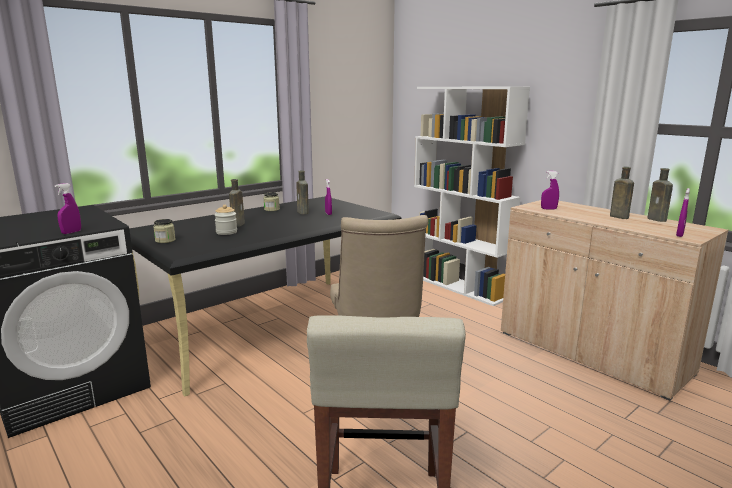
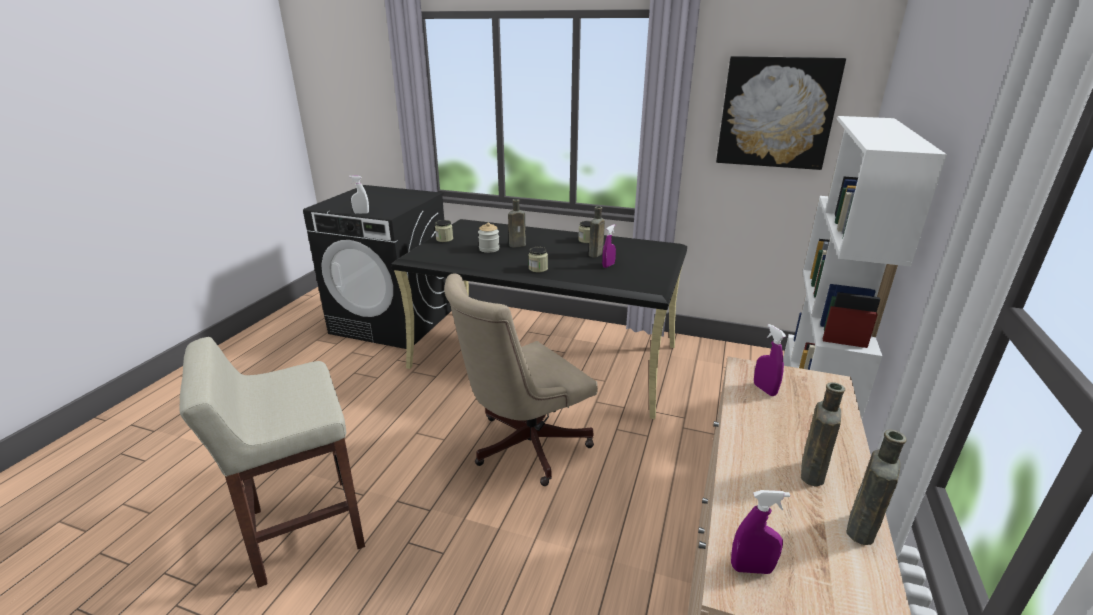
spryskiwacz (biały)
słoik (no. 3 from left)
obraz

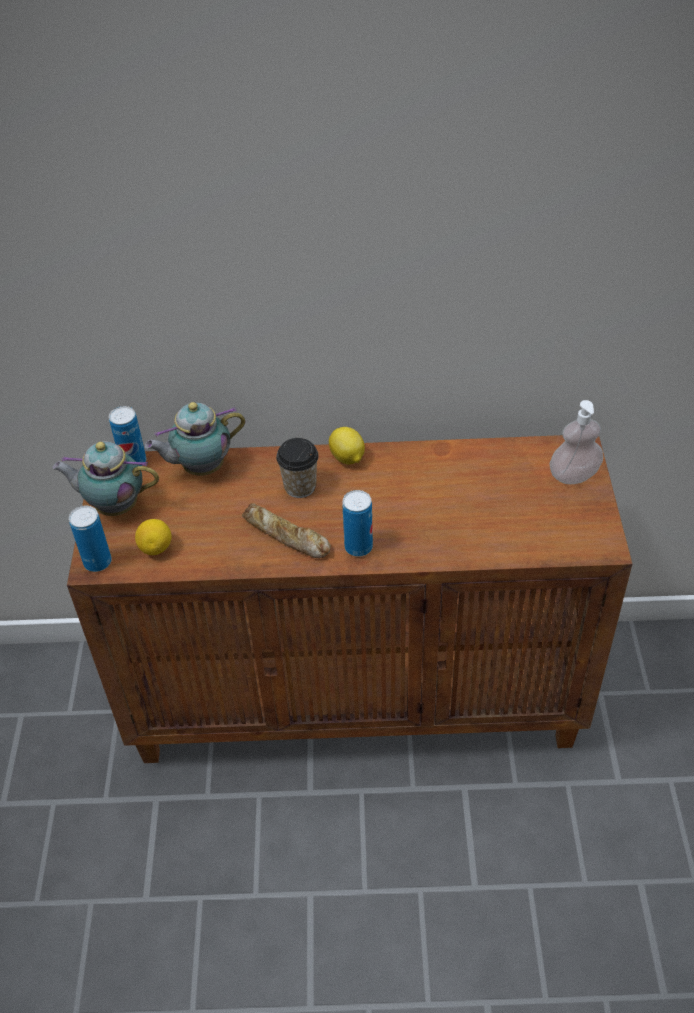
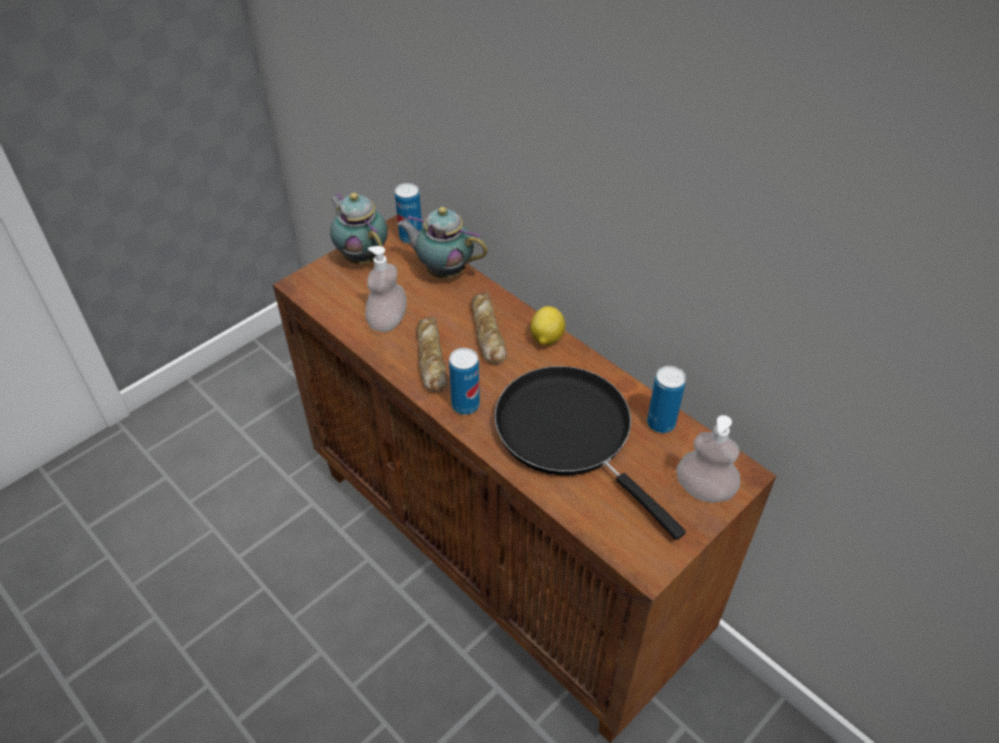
dozownik mydła (no. 1 from left)
chleb (no. 2 from left)
patelnia (czarny)
puszka (no. 3 from left)
cytryna (no. 1 from left in the first image)

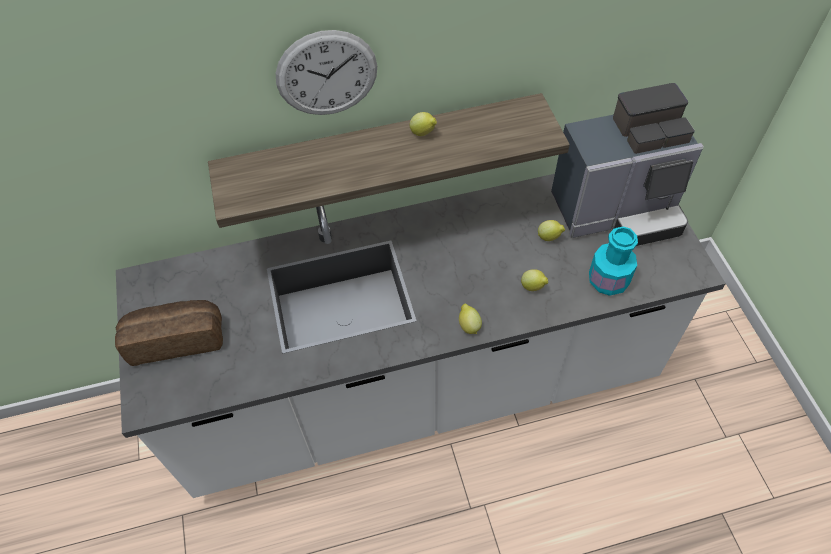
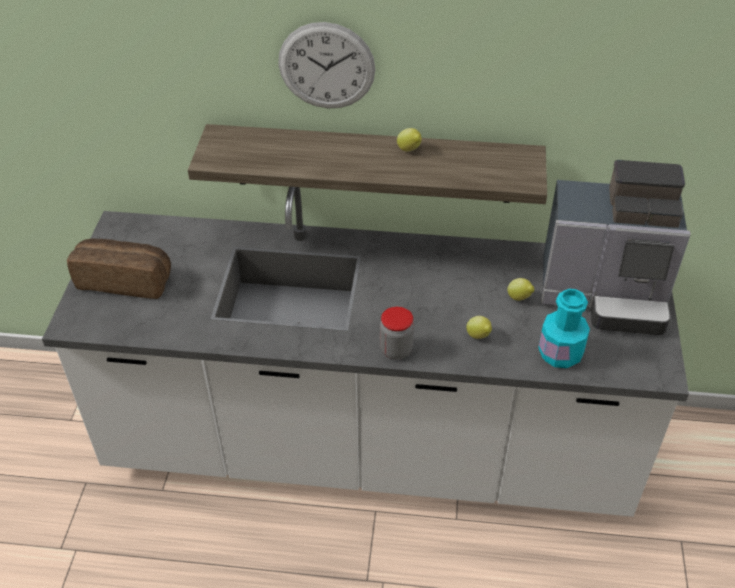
słoik

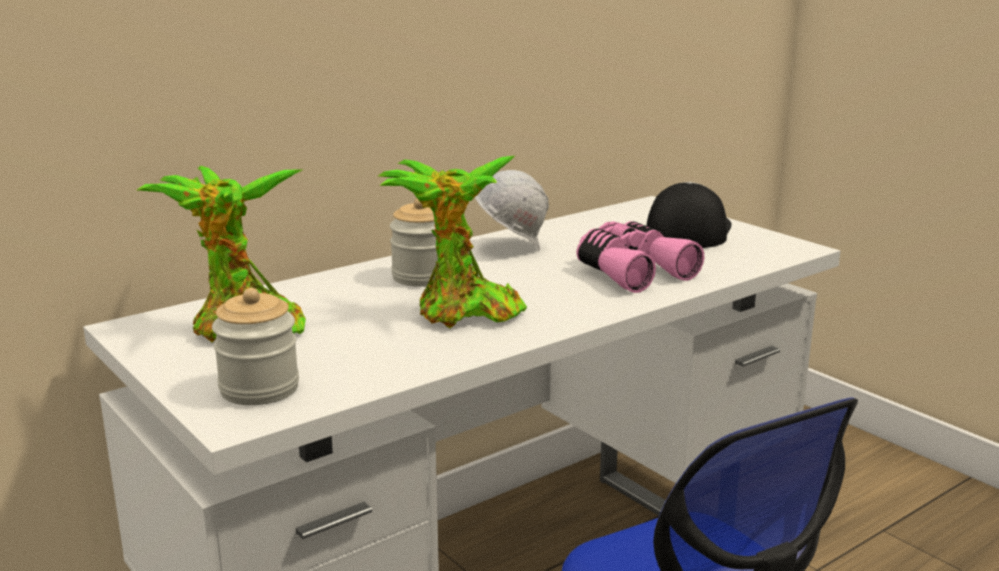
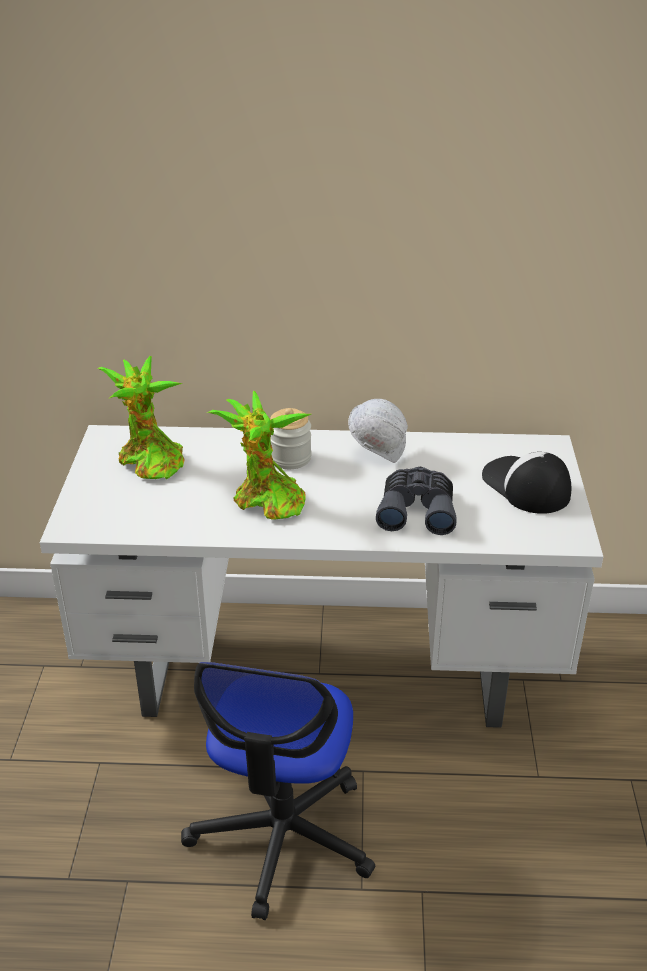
lornetka (szary)
czapka z daszkiem
słoik (no. 1 from left in the first image)

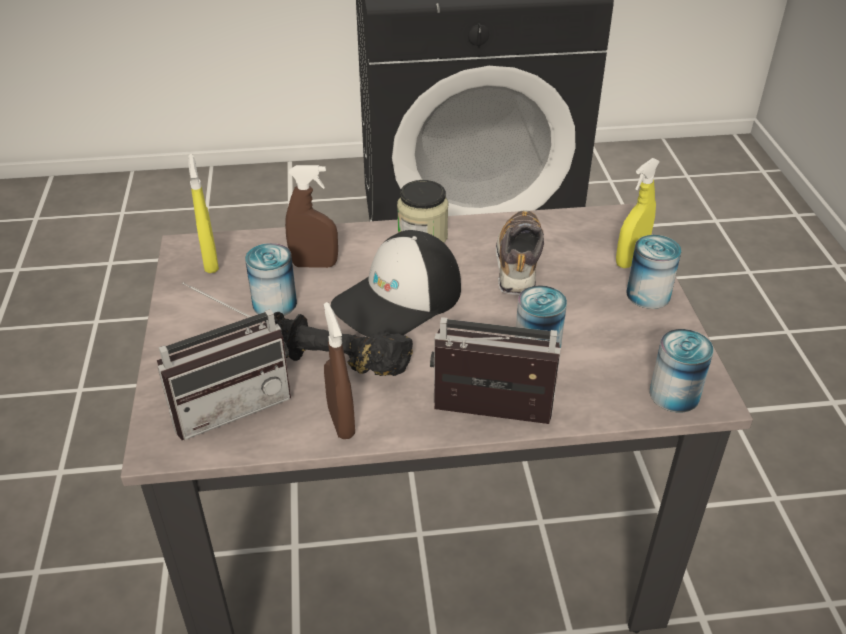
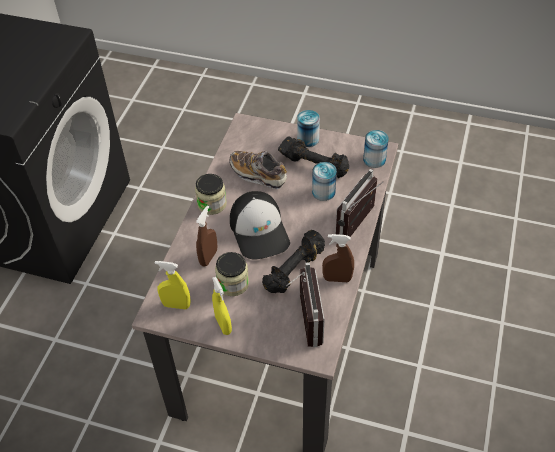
spryskiwacz (żółty) (no. 2 from left)
słoik (no. 2 from left)
hantel (czarny) (no. 2 from left)

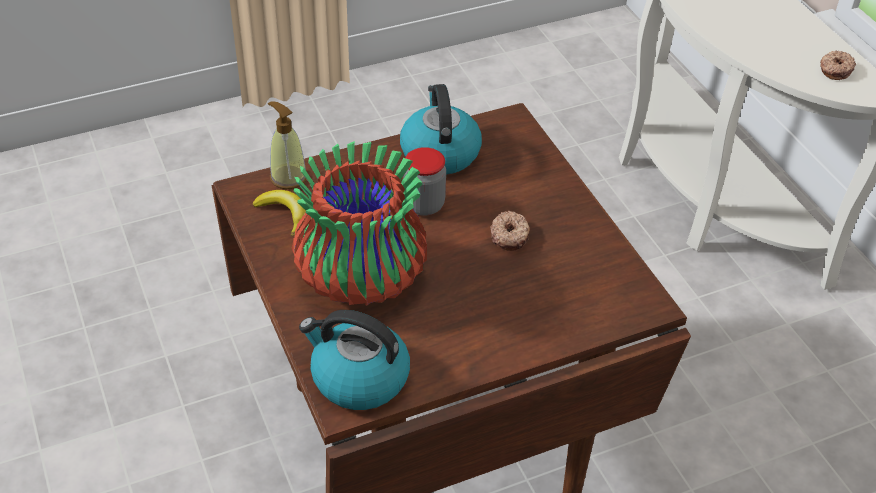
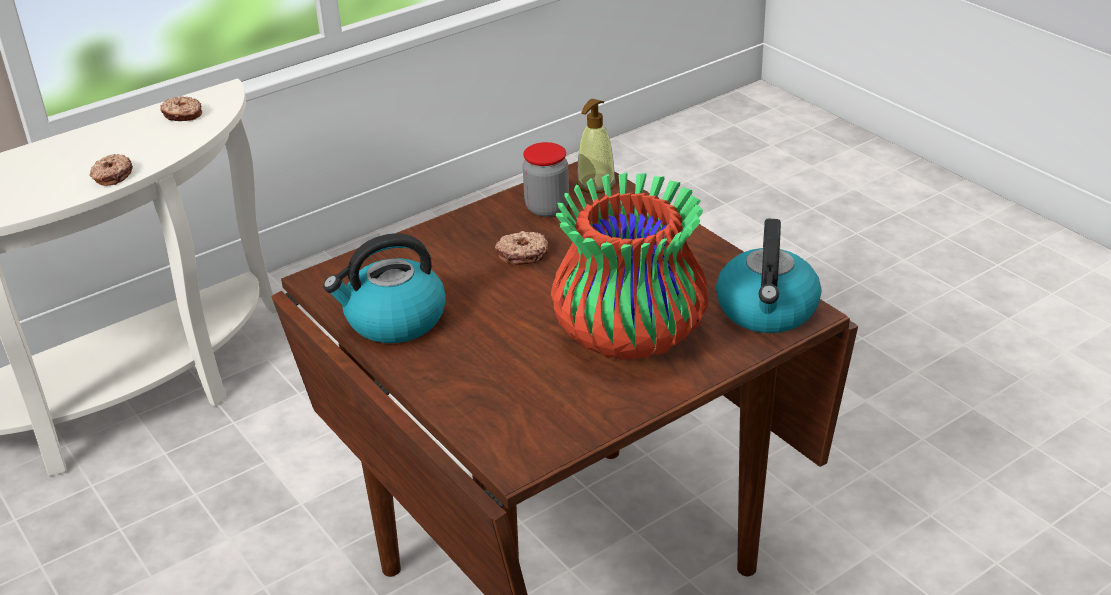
donut (no. 1 from left)
słoik
dozownik mydła
banan

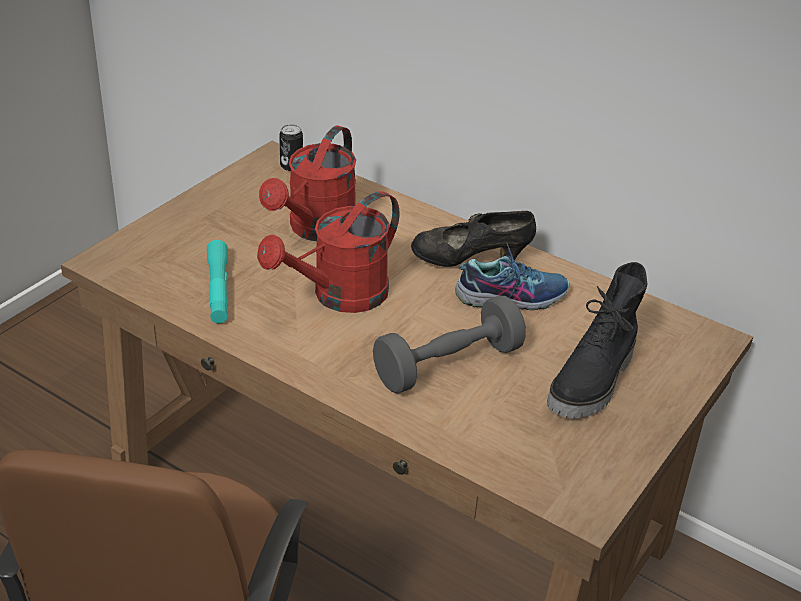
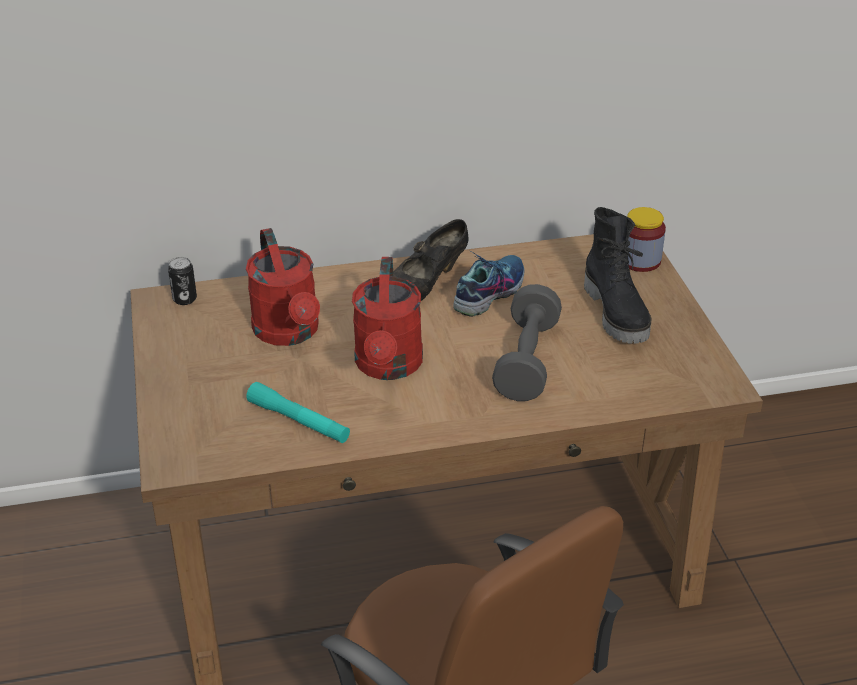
słoik

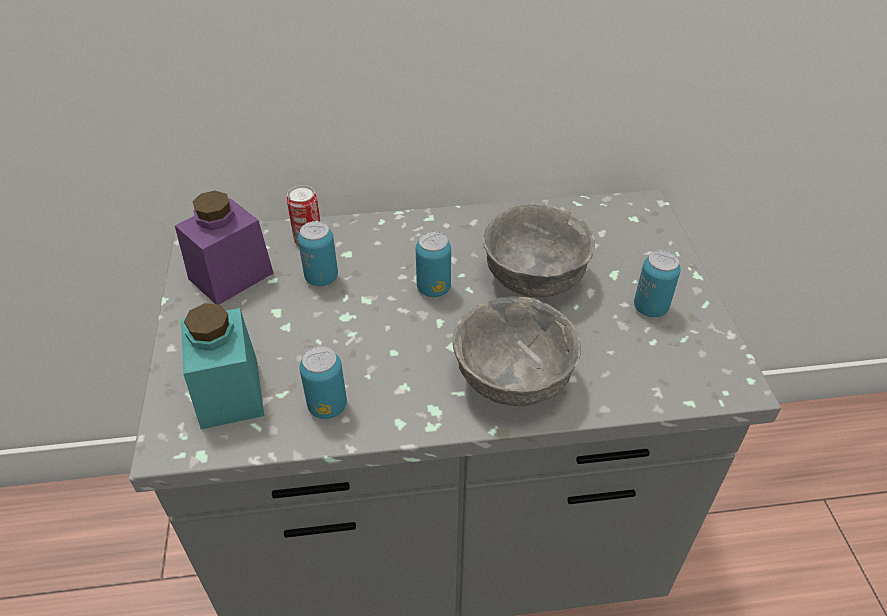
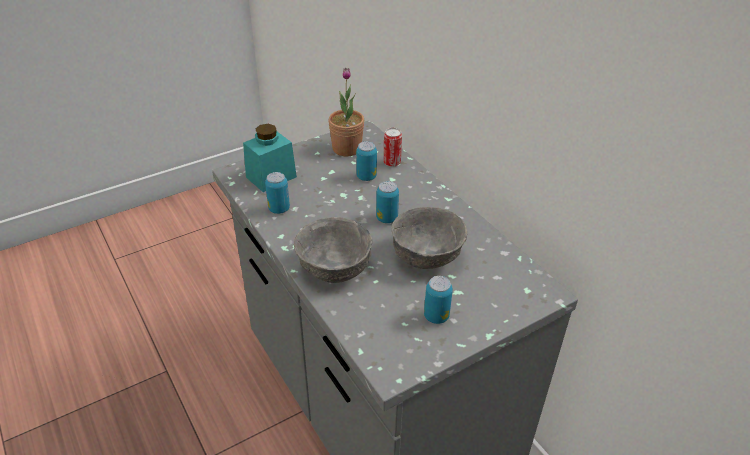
roślina doniczkowa

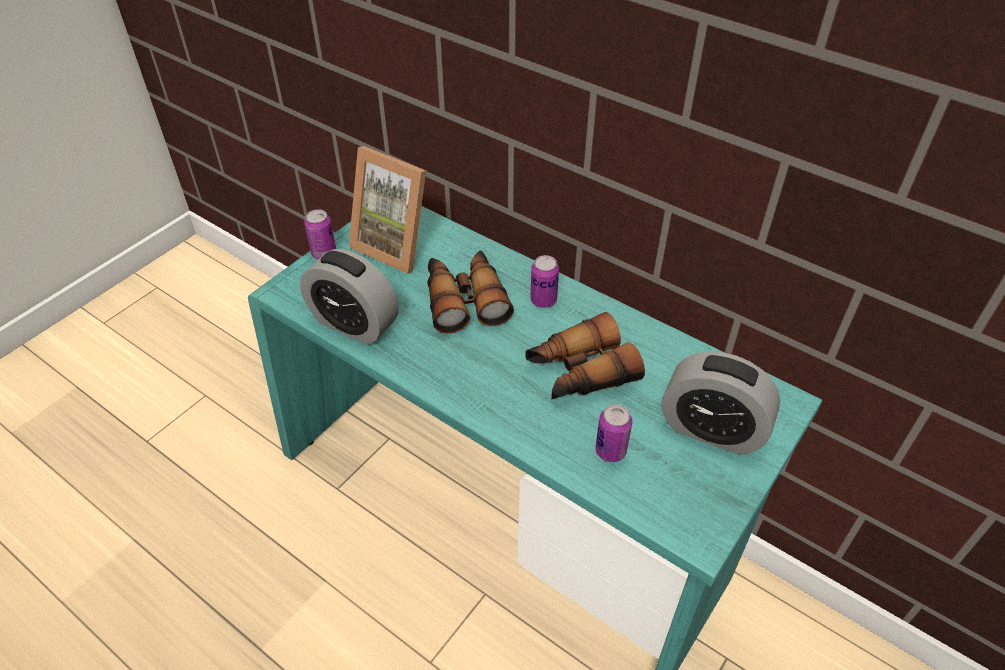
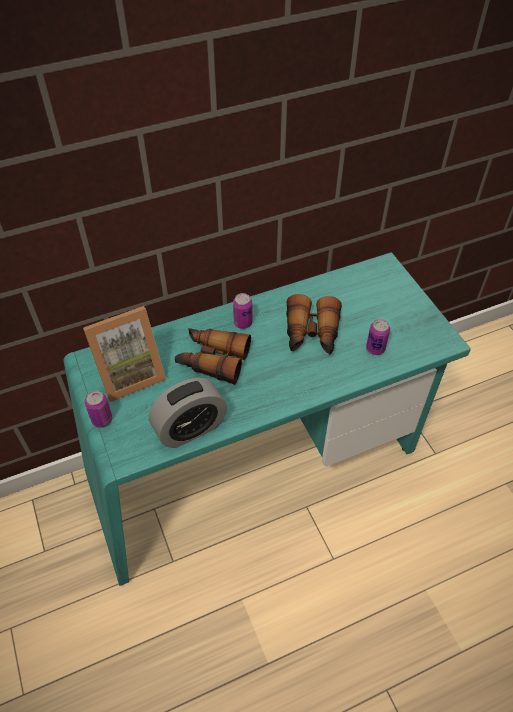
budzik (no. 2 from left in the first image)

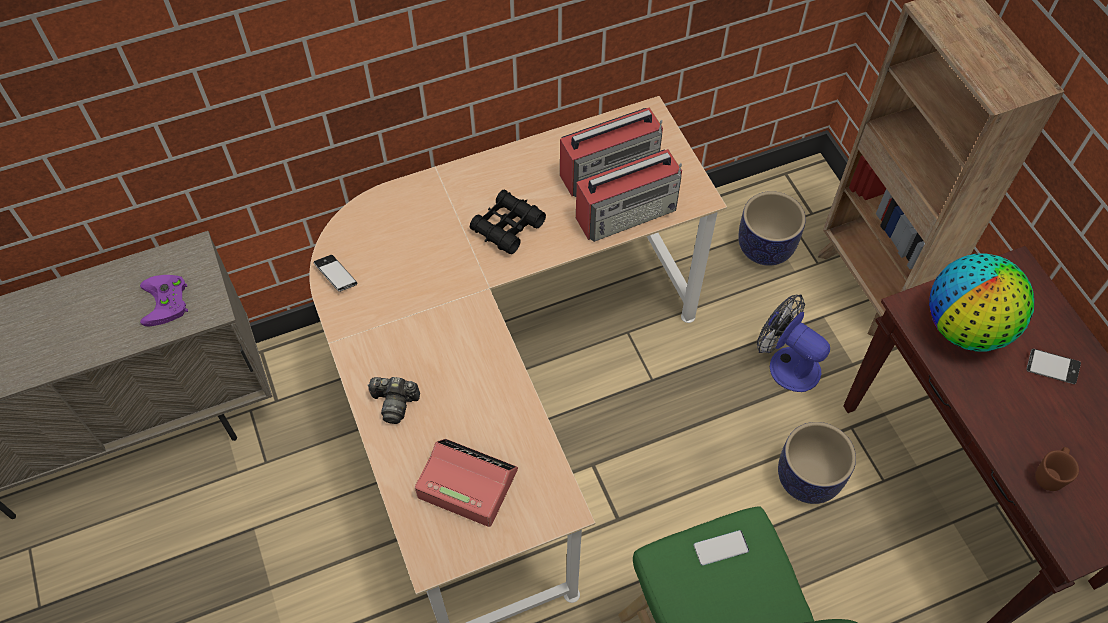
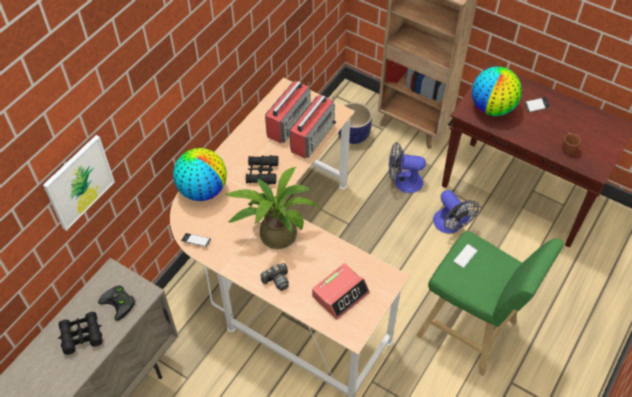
obraz
lornetka (czarny) (no. 1 from left)
pad do gier (czarny)
globus (no. 1 from left)
roślina doniczkowa
budzik
wentylator (no. 2 from left)

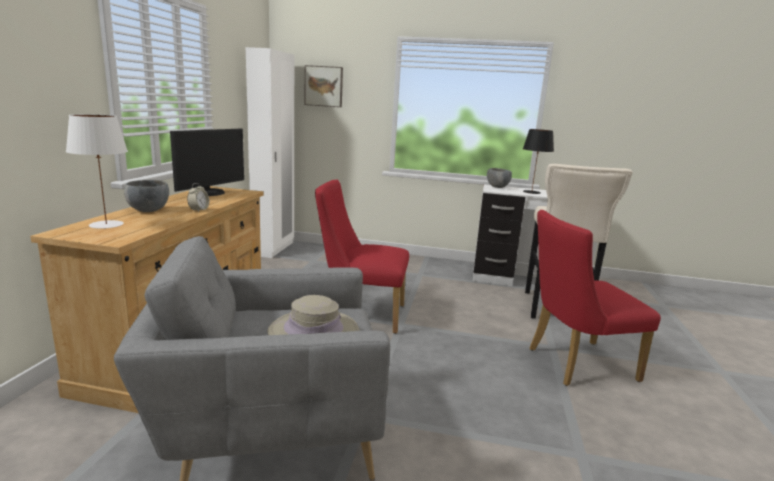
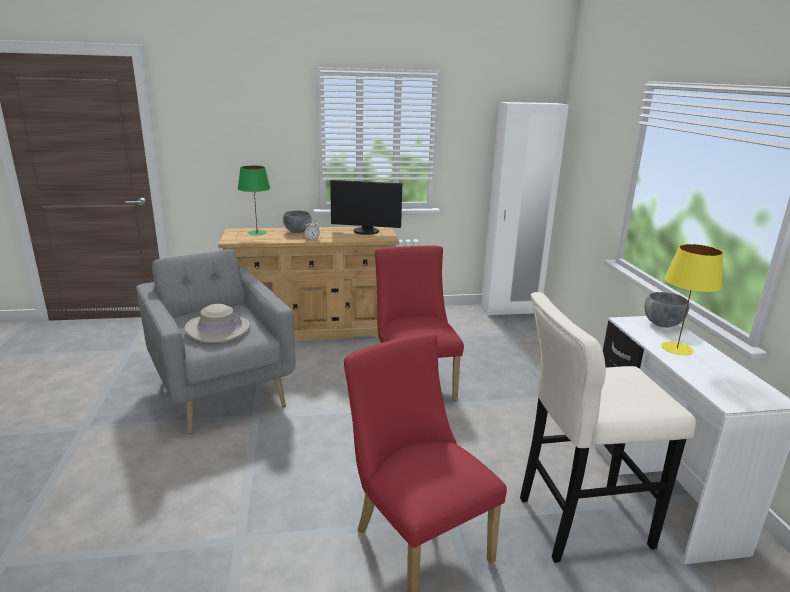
lampa stołowa (zielony)
lampa stołowa (żółty)
obraz

